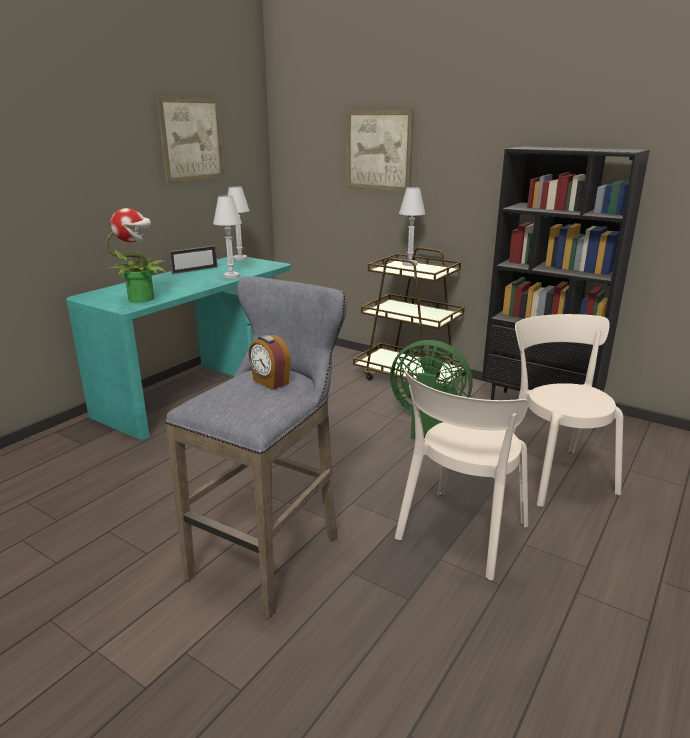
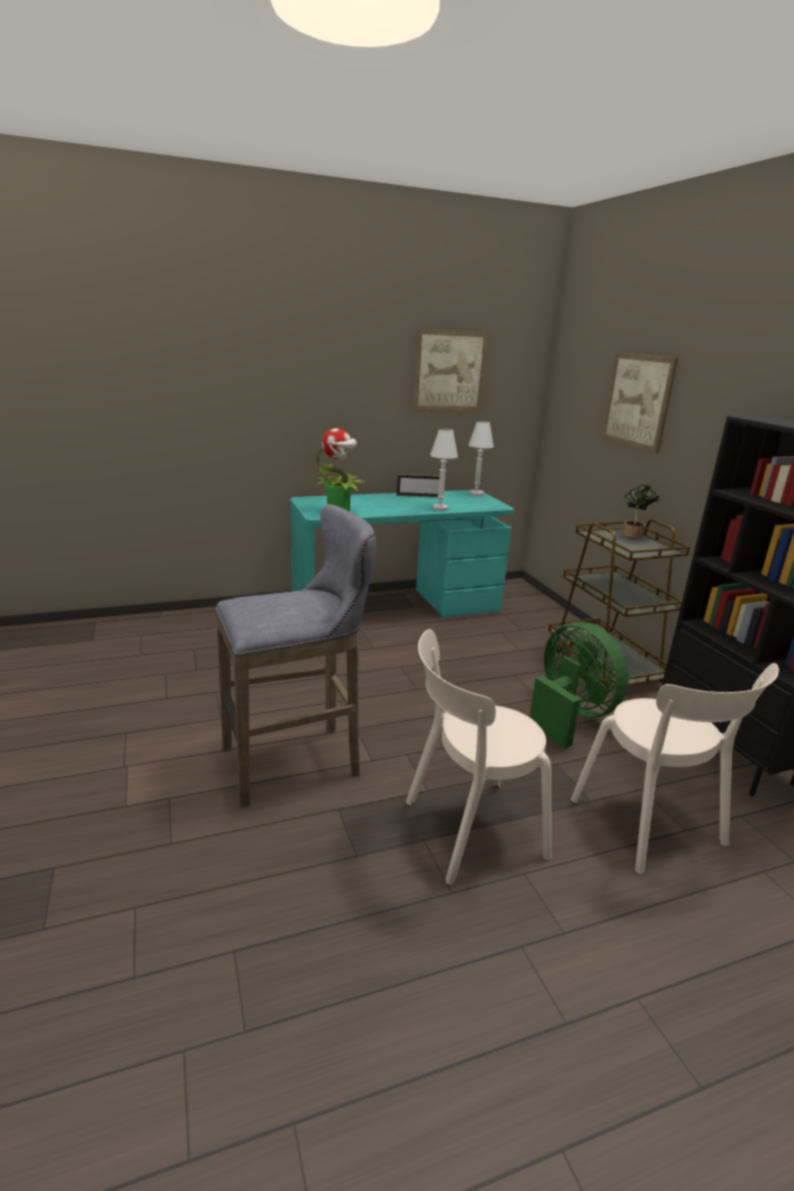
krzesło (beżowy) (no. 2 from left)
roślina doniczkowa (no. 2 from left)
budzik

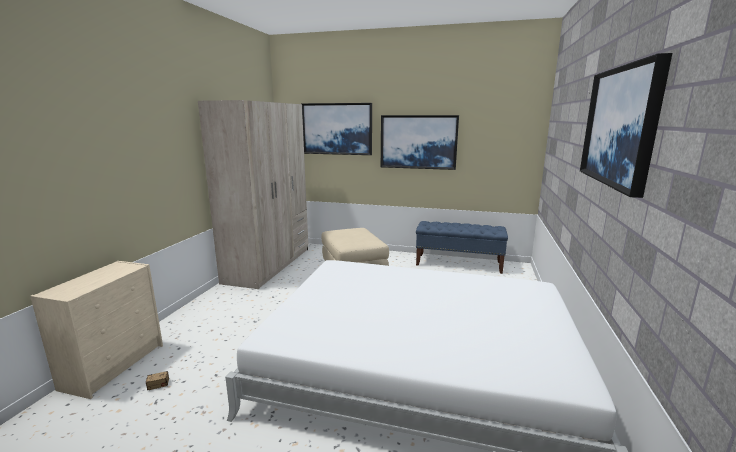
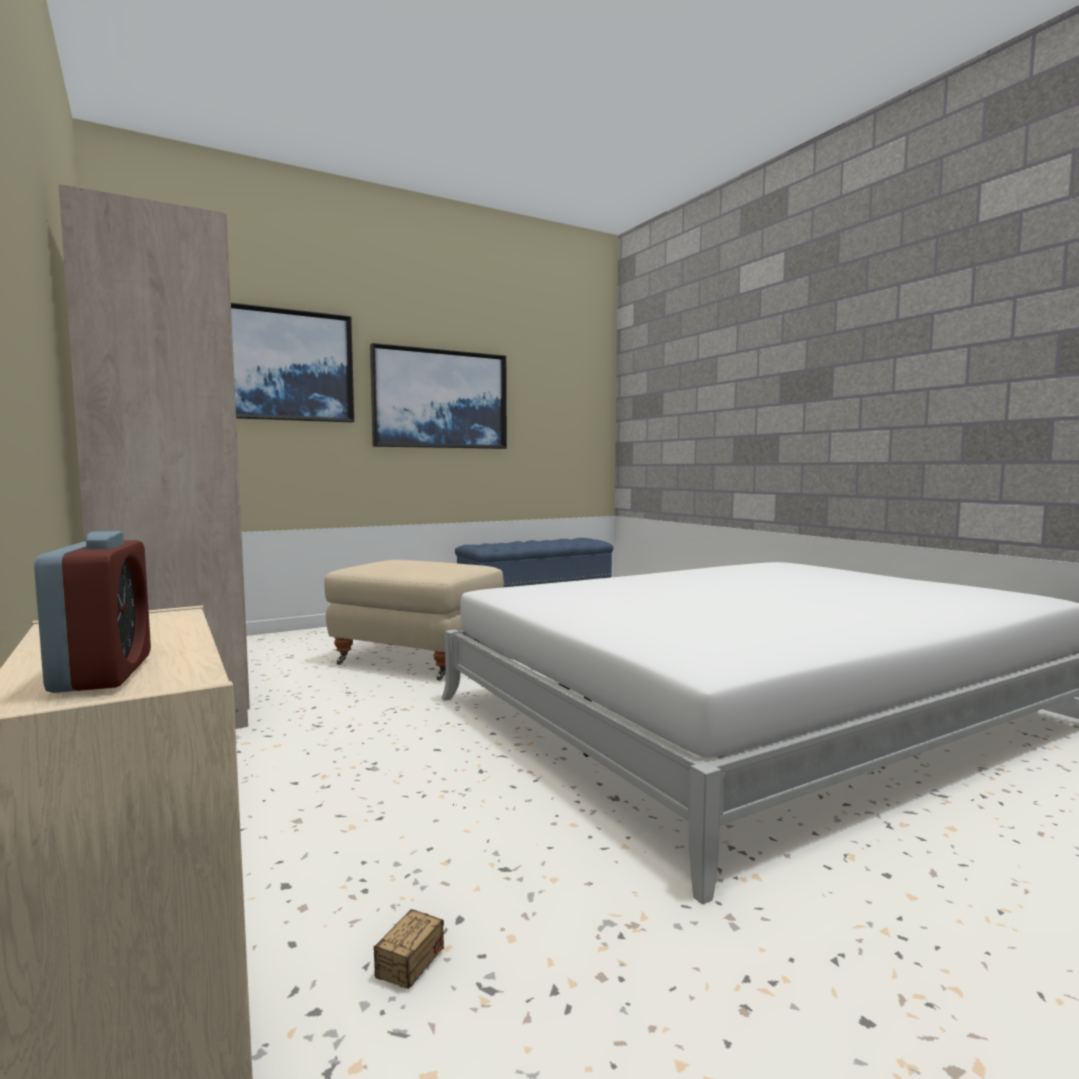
budzik
obraz (no. 3 from left in the first image)

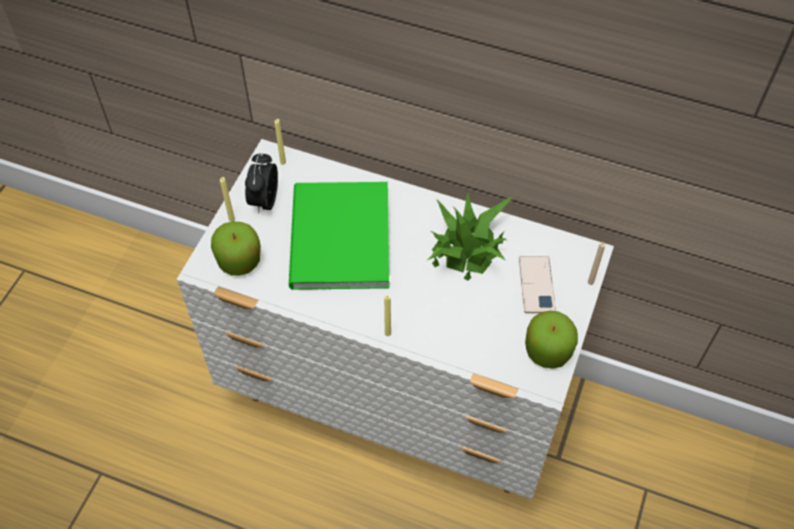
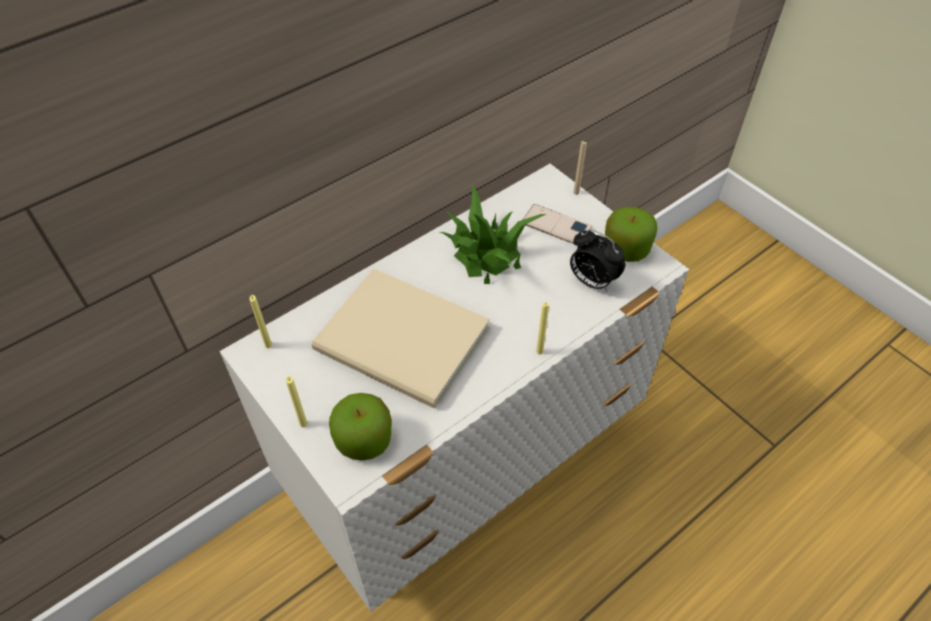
książka (beżowy)
budzik

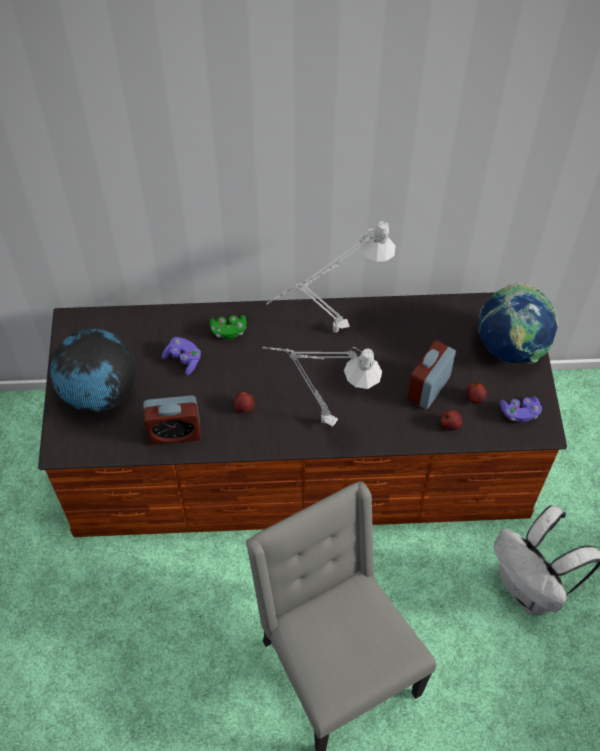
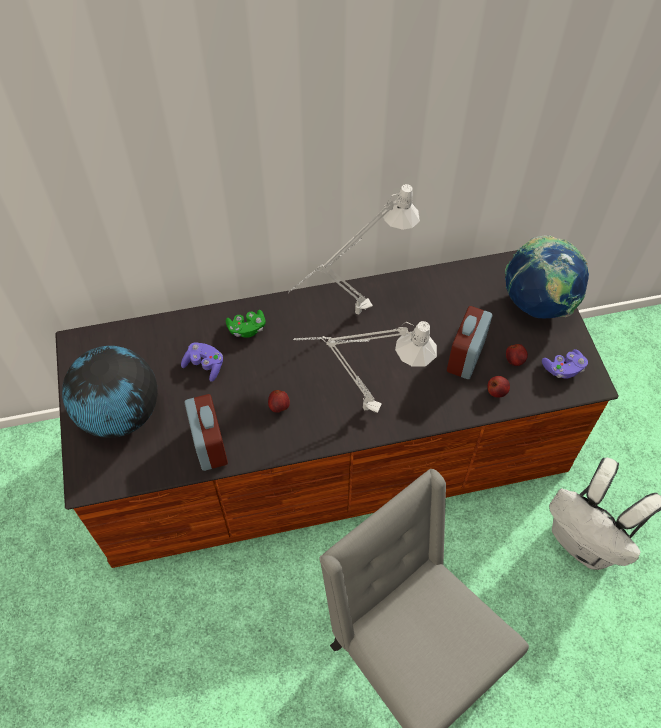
budzik (no. 1 from left)

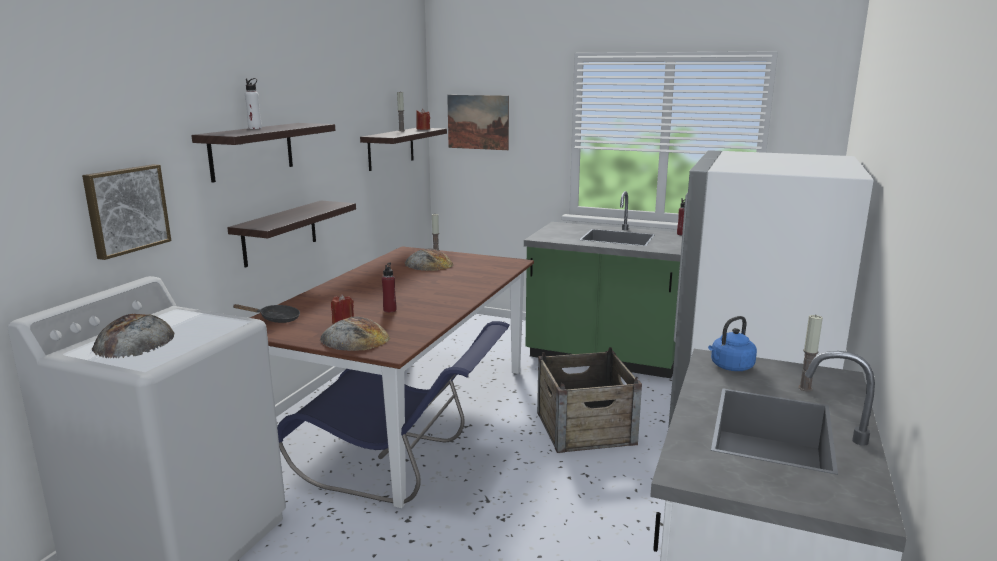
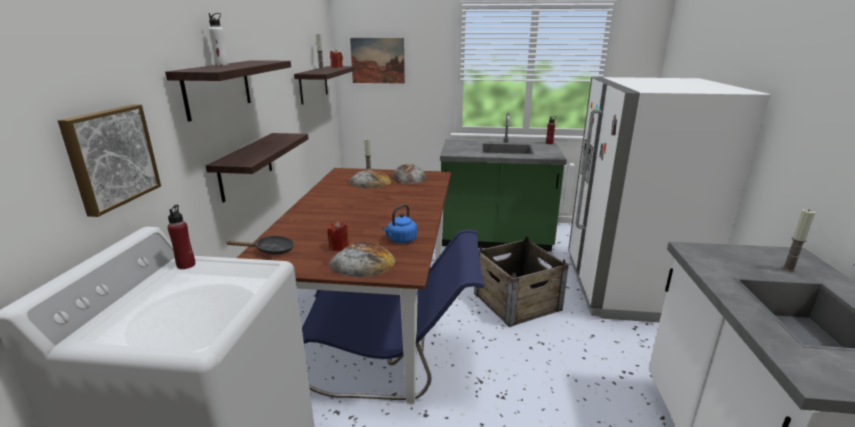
butelka (czerwony) (no. 1 from left)
czajnik (niebieski)
chleb (no. 3 from left)

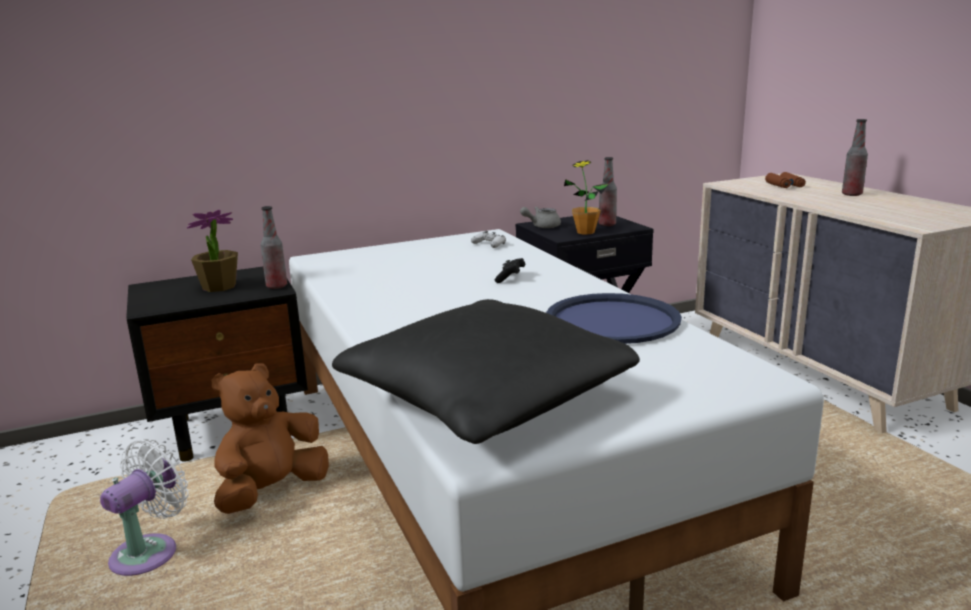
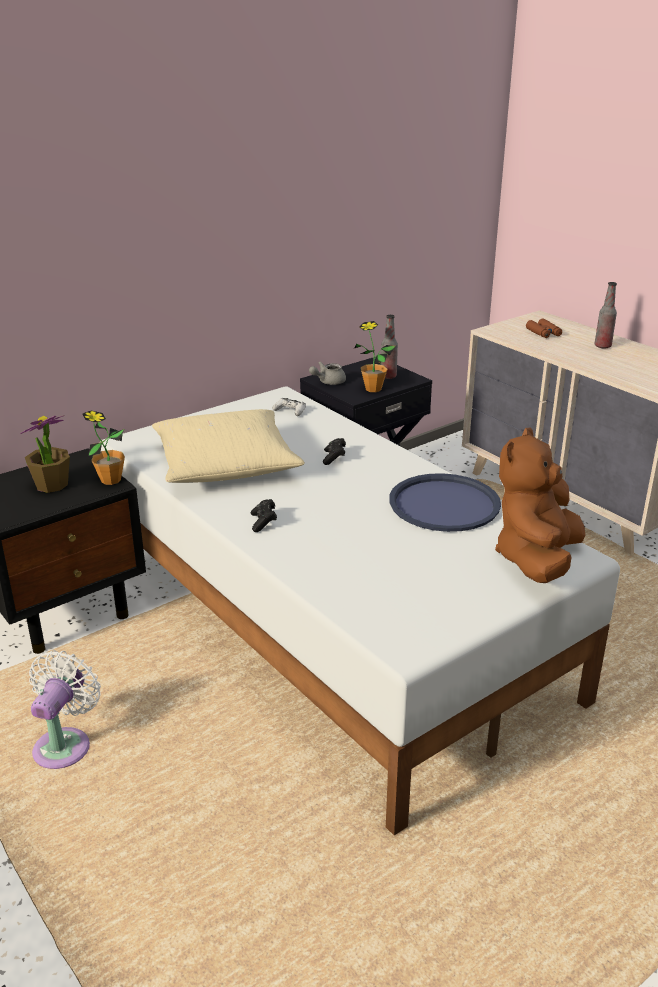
roślina doniczkowa (no. 2 from left)
poduszka (beżowy)
pad do gier (czarny) (no. 1 from left)
pluszak (brązowy)
poduszka (czarny)

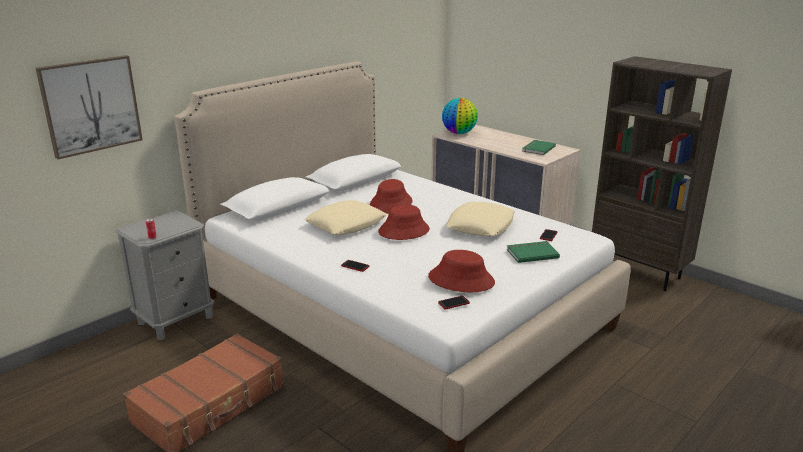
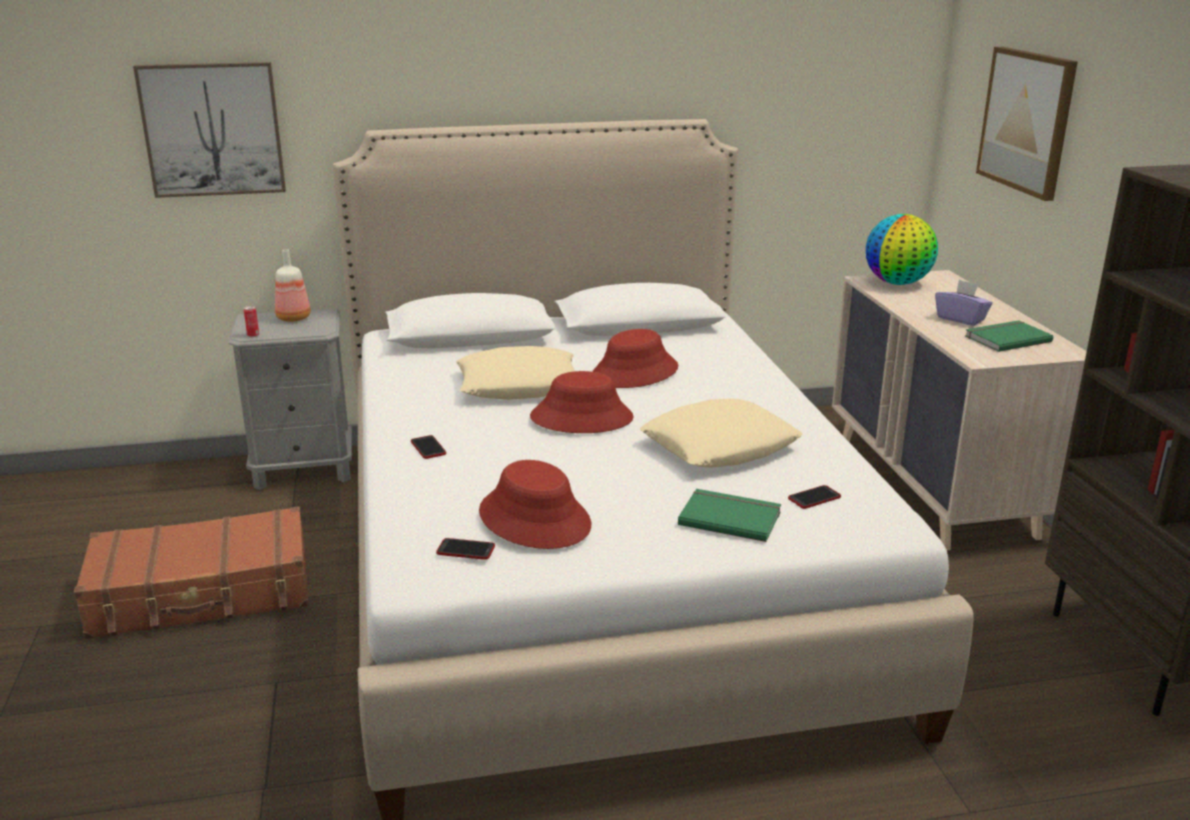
butelka
pudełko chusteczek (fioletowy)
obraz (no. 2 from left)

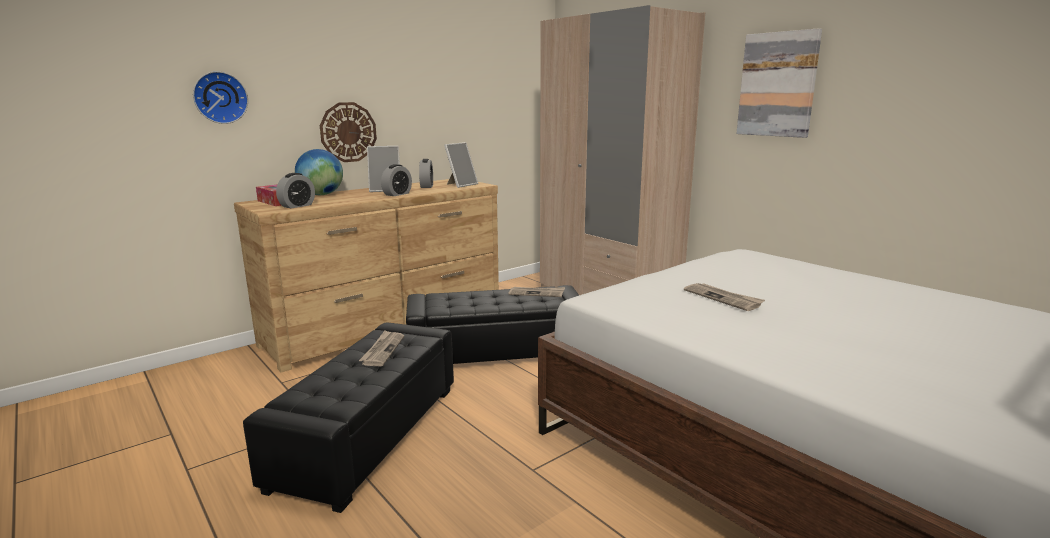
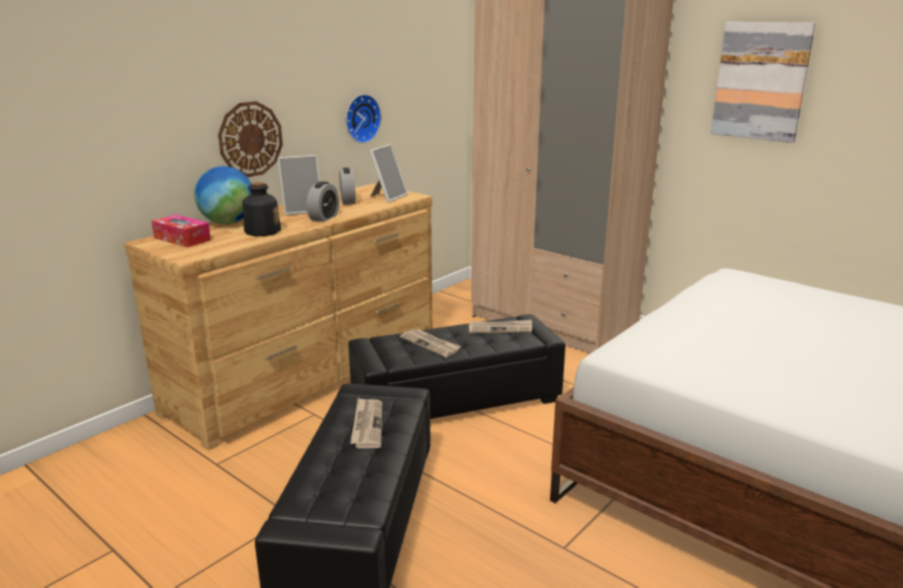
butelka
zegar ścienny (no. 2 from left)
gazeta (no. 2 from left)
budzik (no. 1 from left in the first image)

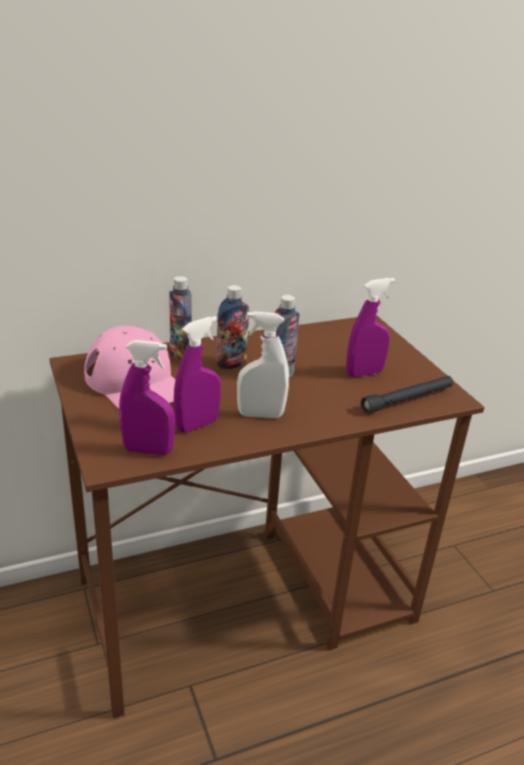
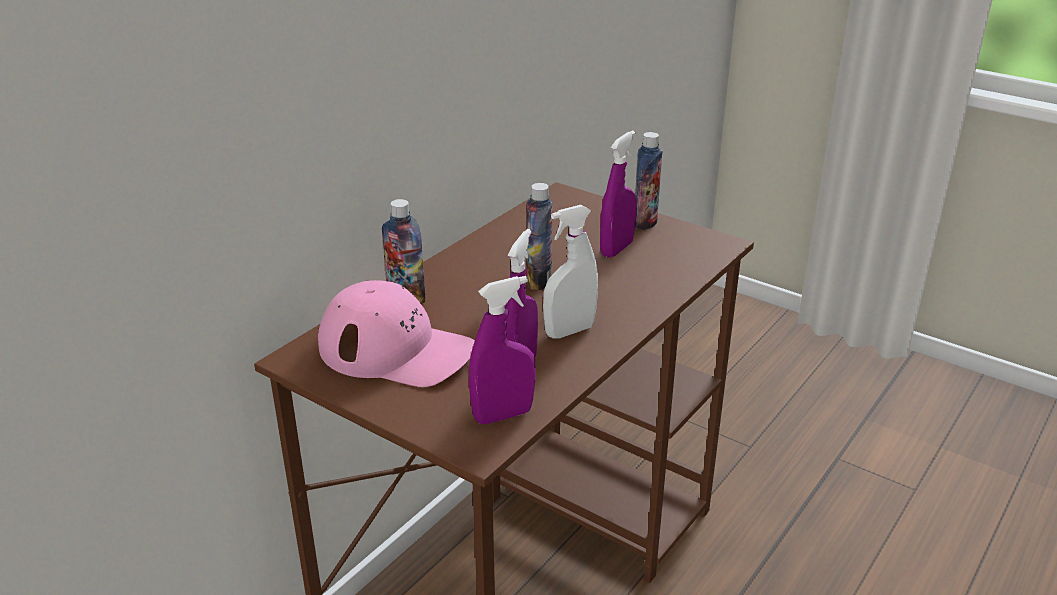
butelka (no. 3 from left)
latarka (czarny)

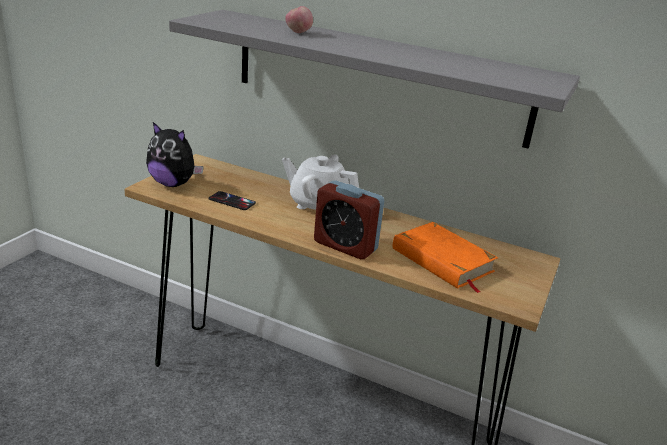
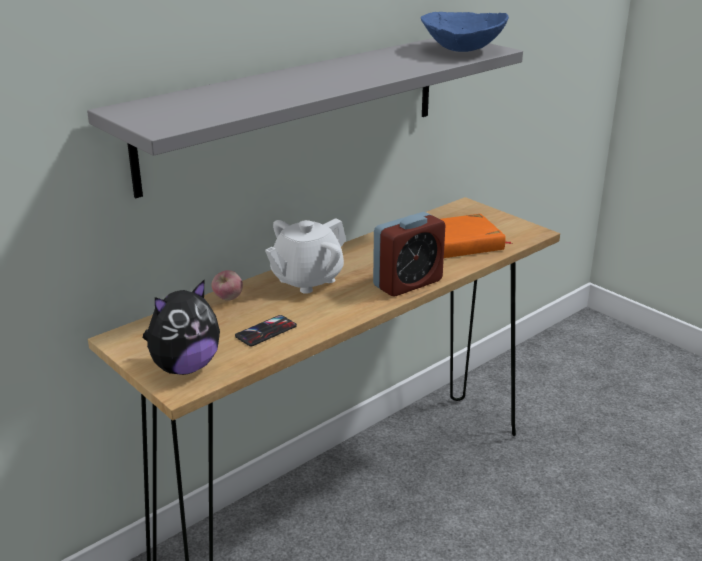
jabłko
miska (niebieski)

